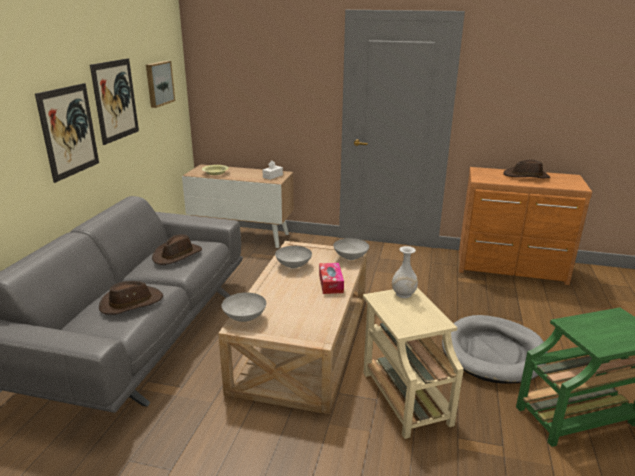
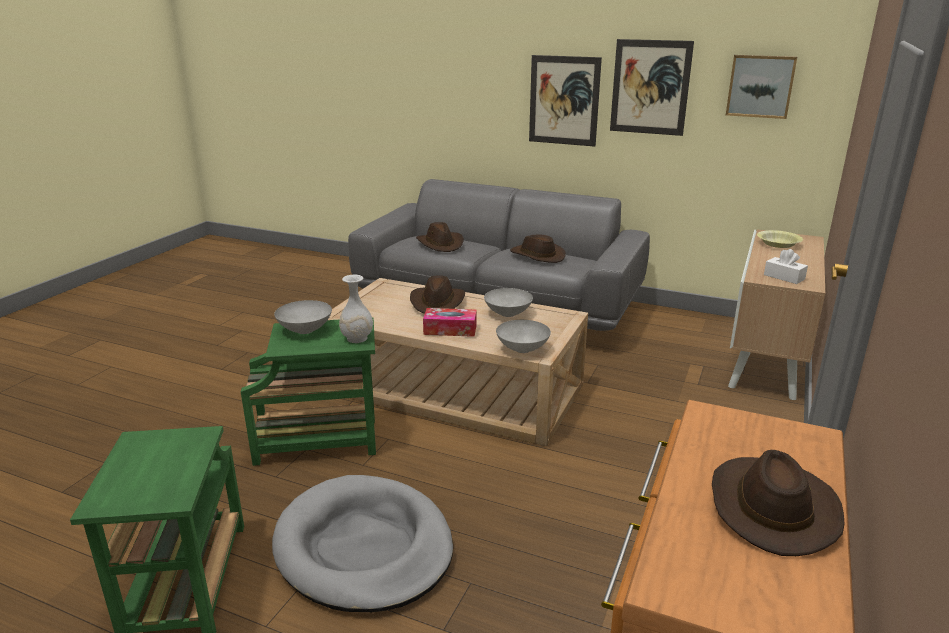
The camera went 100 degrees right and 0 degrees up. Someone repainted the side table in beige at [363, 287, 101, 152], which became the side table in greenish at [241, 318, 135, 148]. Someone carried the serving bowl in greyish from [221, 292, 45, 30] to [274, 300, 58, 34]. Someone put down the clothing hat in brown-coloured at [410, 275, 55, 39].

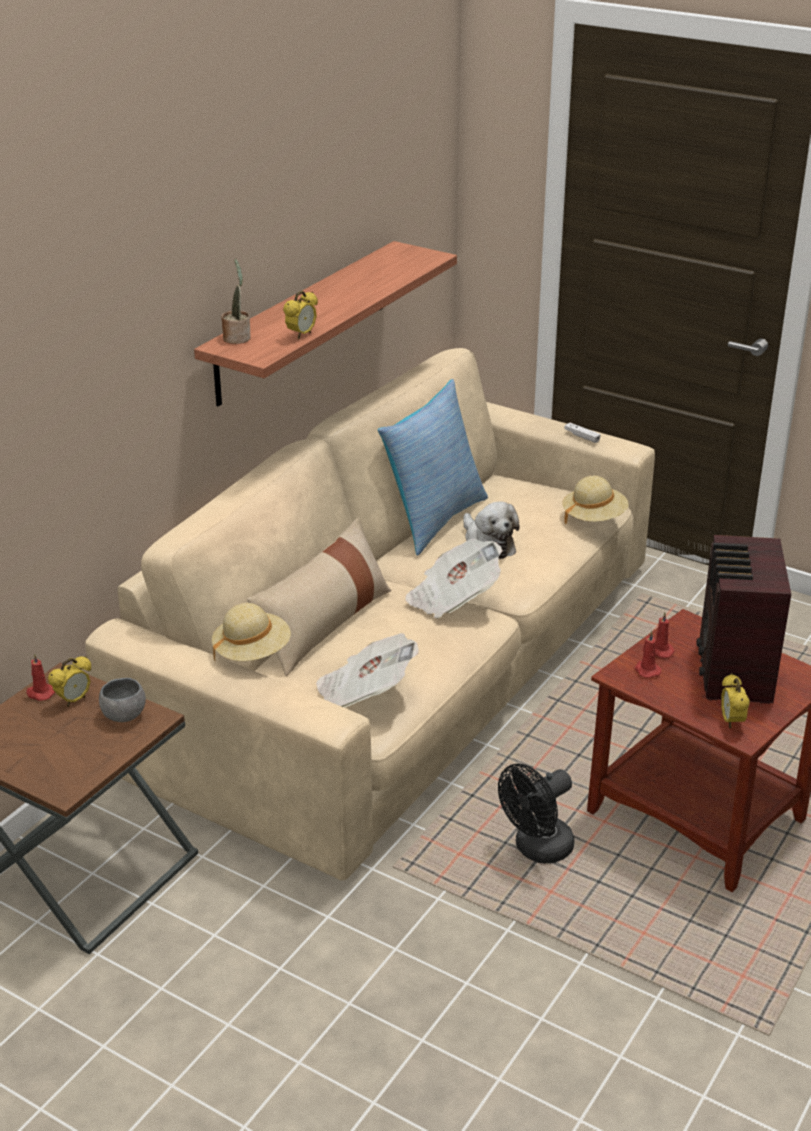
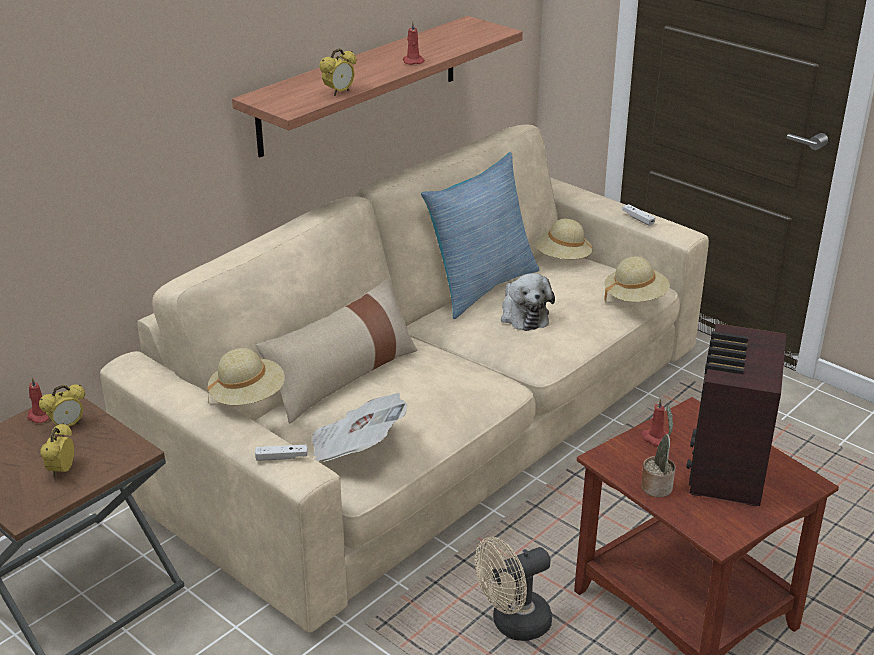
The camera went 10 degrees right and 0 degrees up. Someone carried the houseplant from [221, 259, 30, 85] to [641, 405, 35, 92]. Someone took away the printed paper at [405, 539, 98, 79]. Someone carried the candle in red-coloured from [634, 631, 27, 47] to [403, 21, 22, 44]. Someone carried the alarm clock from [721, 674, 29, 55] to [40, 423, 34, 55]. Someone took away the serving bowl in greyish at [99, 678, 47, 44]. Someone repainted the electric fan in black at [498, 763, 77, 100], which became the electric fan in beige at [475, 537, 77, 104]. Someone put down the clothing hat in beige at [534, 219, 59, 40]. Someone put down the gamepad in white at [255, 445, 53, 16].

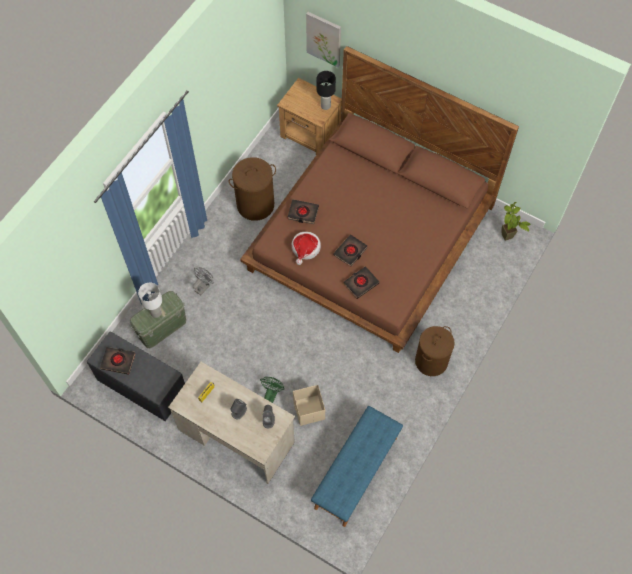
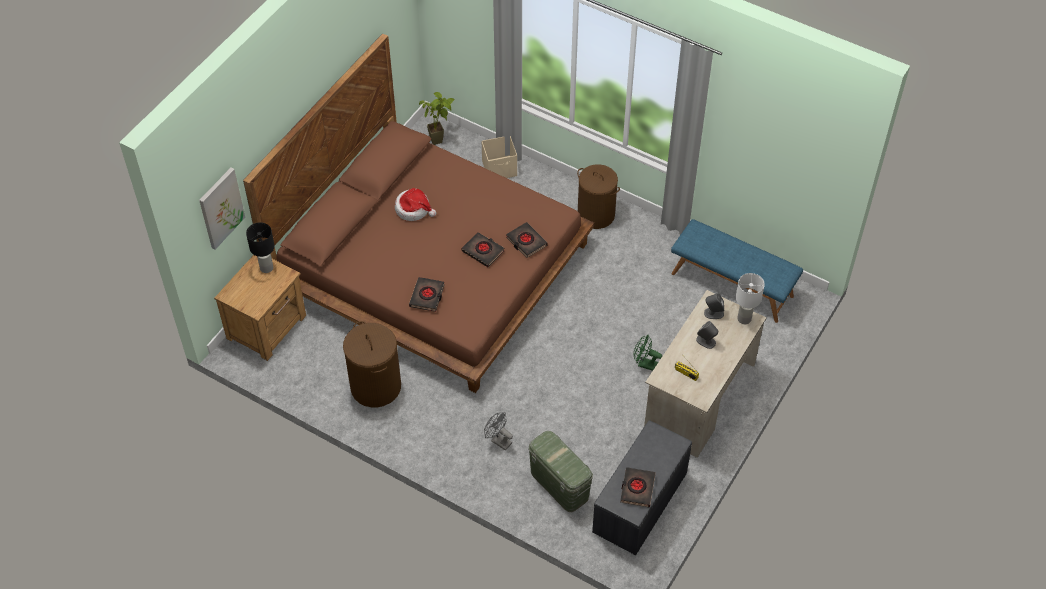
The camera went 90 degrees left and 10 degrees down. Someone carried the clothing hat from [291, 232, 30, 33] to [395, 188, 41, 33]. Someone carried the tabletop lamp in white from [138, 283, 24, 35] to [736, 273, 29, 51]. Someone carried the storage box in beige from [293, 385, 32, 41] to [482, 136, 35, 42].

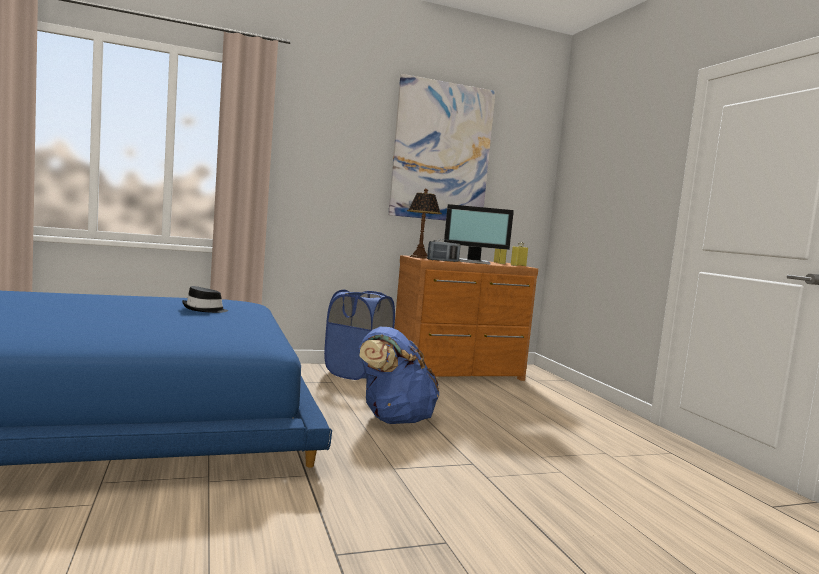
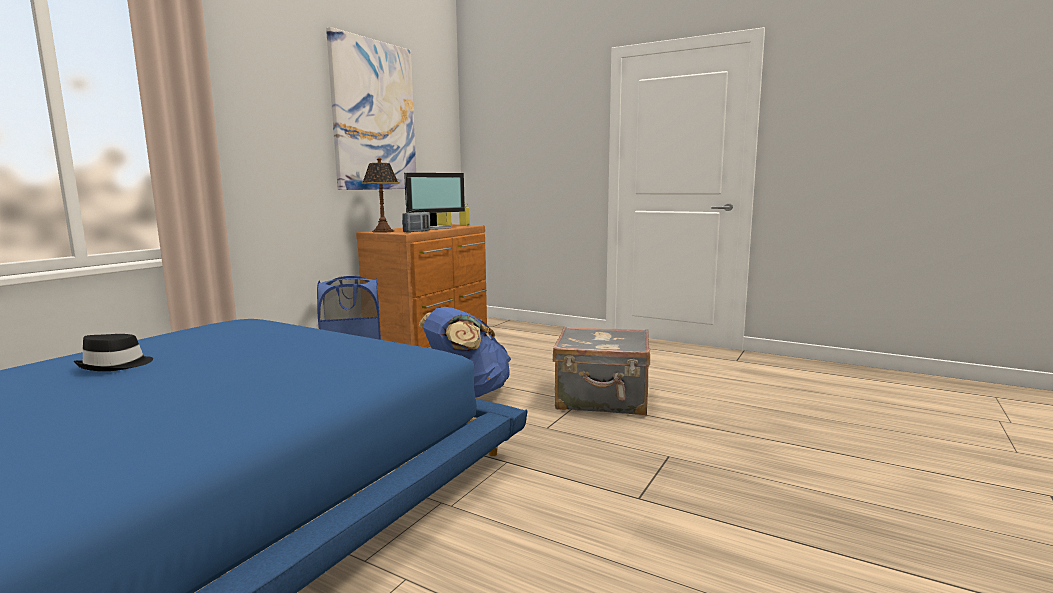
The camera went 40 degrees left and 5 degrees up. Someone carried the clothing hat in black from [182, 286, 46, 27] to [74, 334, 79, 37]. Someone put down the piece of luggage in greyish at [553, 326, 97, 89].

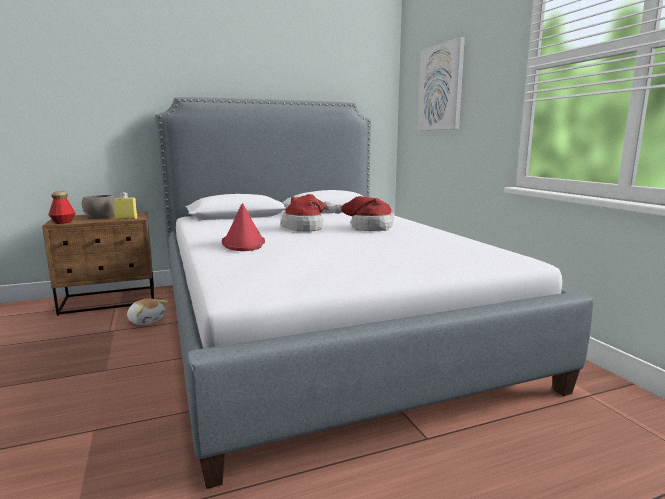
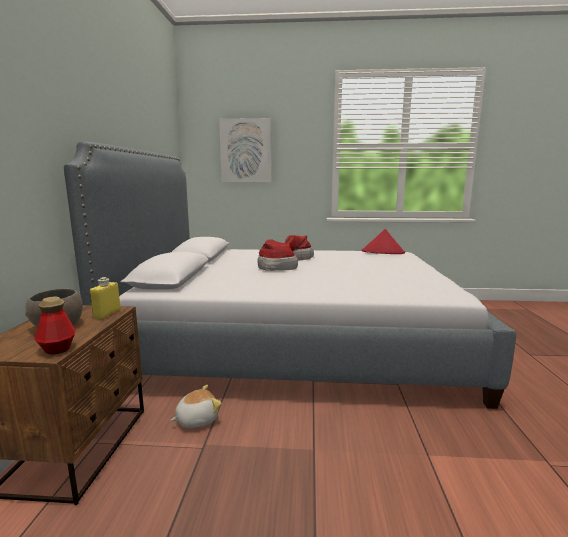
The camera went 65 degrees left and 0 degrees up. Someone carried the clothing hat in red-coloured from [222, 203, 43, 48] to [361, 229, 44, 25].

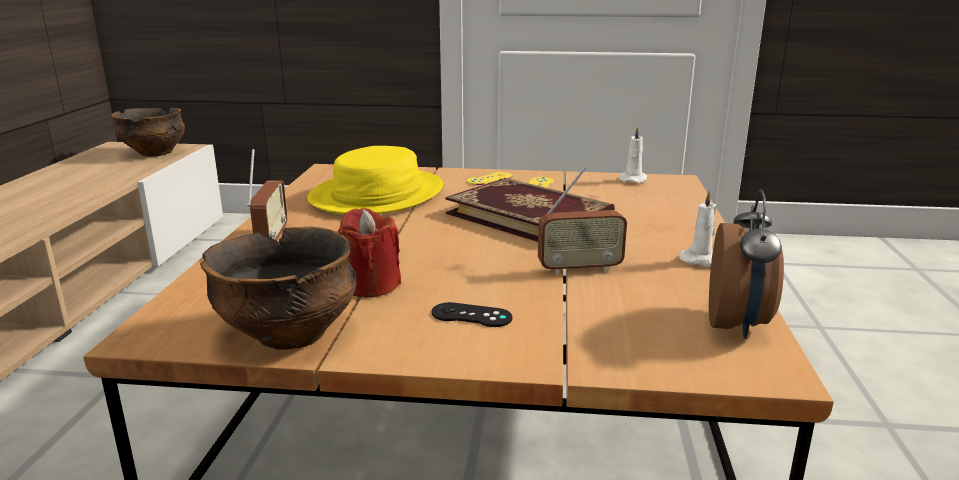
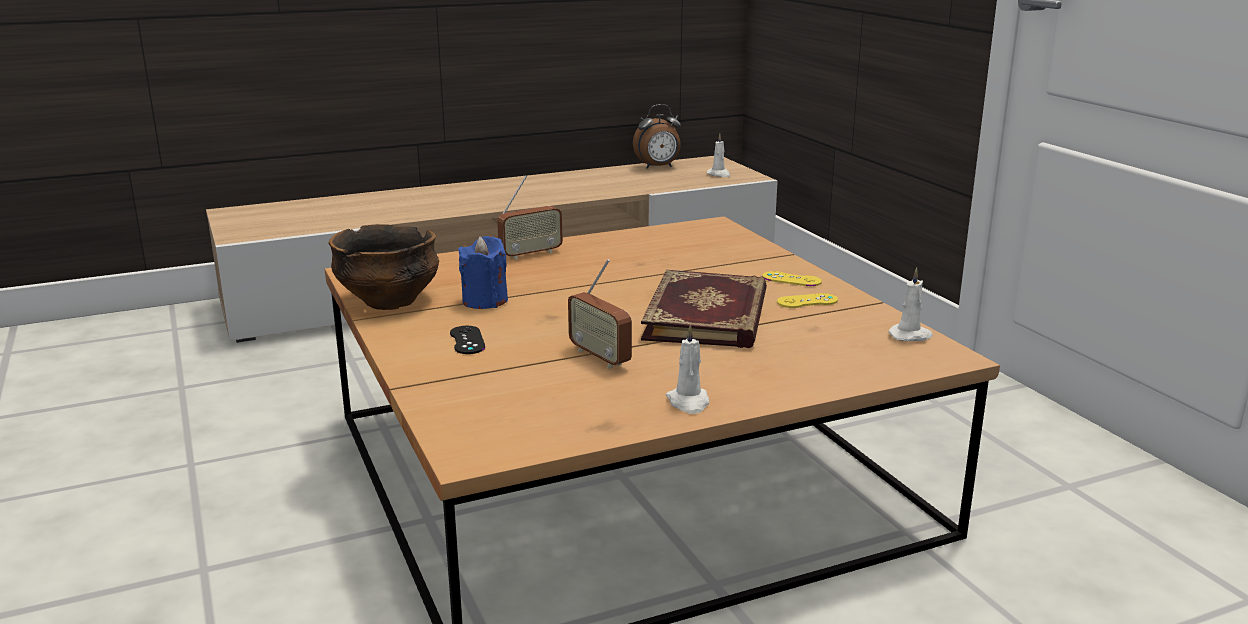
The camera went 60 degrees right and 0 degrees up. Someone swapped the serving bowl at [111, 108, 74, 49] for the candle in white at [707, 134, 23, 43]. Someone took away the clothing hat in yellow-coloured at [307, 146, 136, 68]. Someone carried the alarm clock from [709, 189, 75, 150] to [633, 104, 48, 65]. Someone repainted the candle in red-coloured at [337, 208, 64, 89], which became the candle in blue at [458, 236, 50, 73].

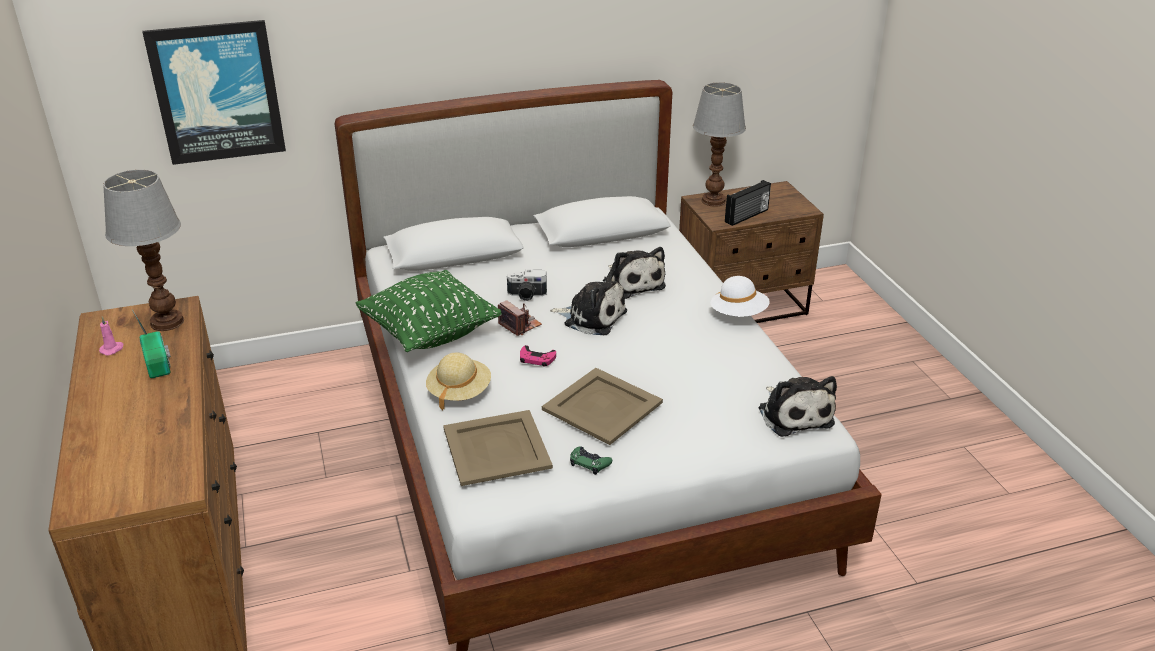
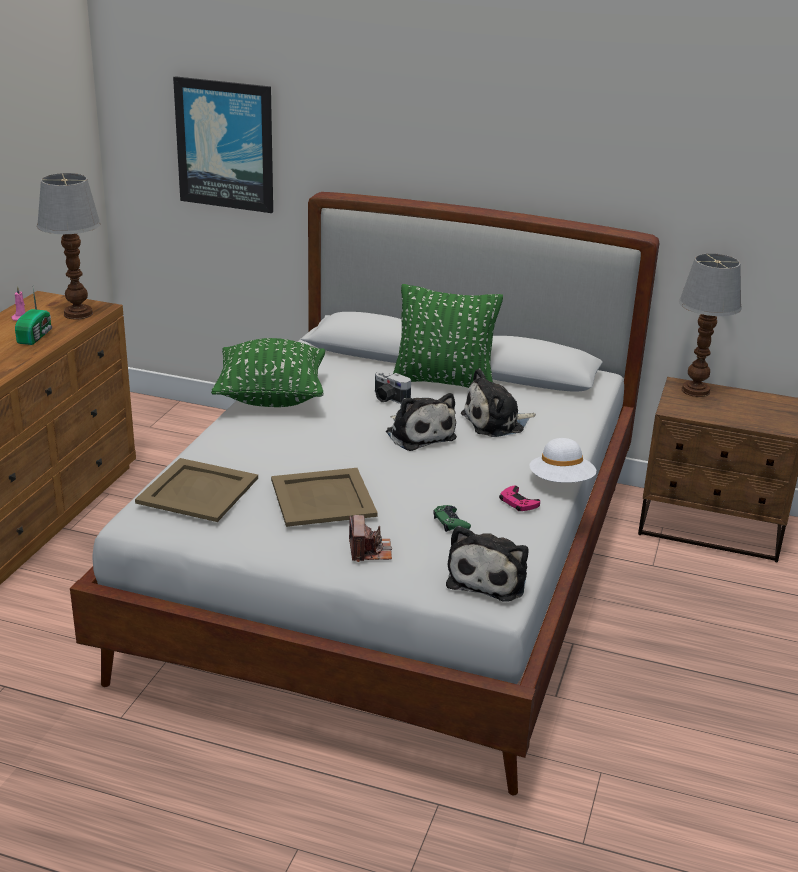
The camera went 35 degrees right and 5 degrees down. Someone took away the radio receiver at [725, 180, 46, 46]. Someone rotated the plush toy at [603, 247, 63, 52] by 60 degrees clockwise. Someone carried the still camera from [498, 300, 44, 36] to [349, 515, 43, 47]. Someone carried the gamepad in pink from [520, 345, 36, 22] to [499, 486, 41, 25]. Someone took away the clothing hat in beige at [426, 353, 65, 57]. Someone carried the gamepad in greenish from [570, 446, 42, 29] to [433, 505, 38, 27]. Someone put down the throw pillow in greenish at [393, 284, 110, 104].

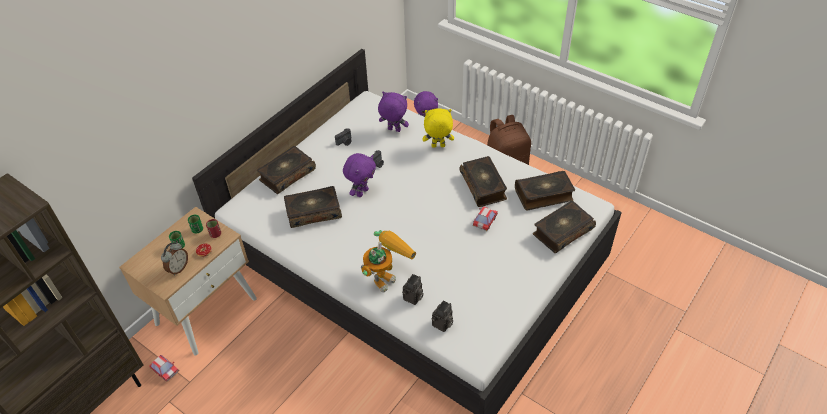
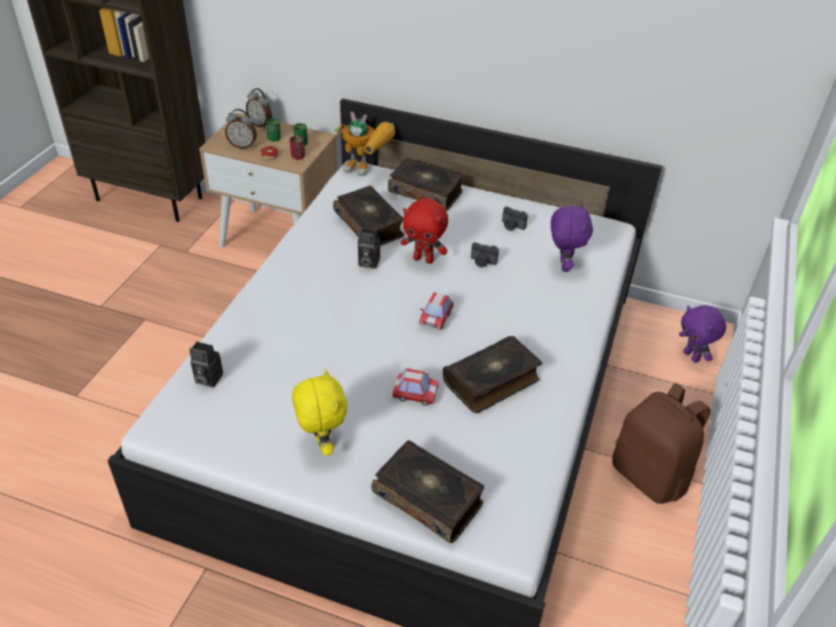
The camera went 70 degrees right and 5 degrees down. Someone carried the plush toy in yellow-coloured from [423, 108, 31, 40] to [292, 369, 55, 87]. Someone repainted the plush toy in purplish at [343, 153, 33, 44], which became the plush toy in red-coloured at [401, 198, 47, 66]. Someone took away the bound book at [515, 171, 60, 39]. Someone carried the robot figure from [361, 230, 55, 62] to [334, 112, 61, 64]. Someone carried the still camera from [402, 274, 21, 31] to [358, 228, 22, 41]. Someone carried the toy car from [149, 355, 30, 27] to [419, 292, 35, 38]. Someone put down the alarm clock at [246, 88, 26, 41].

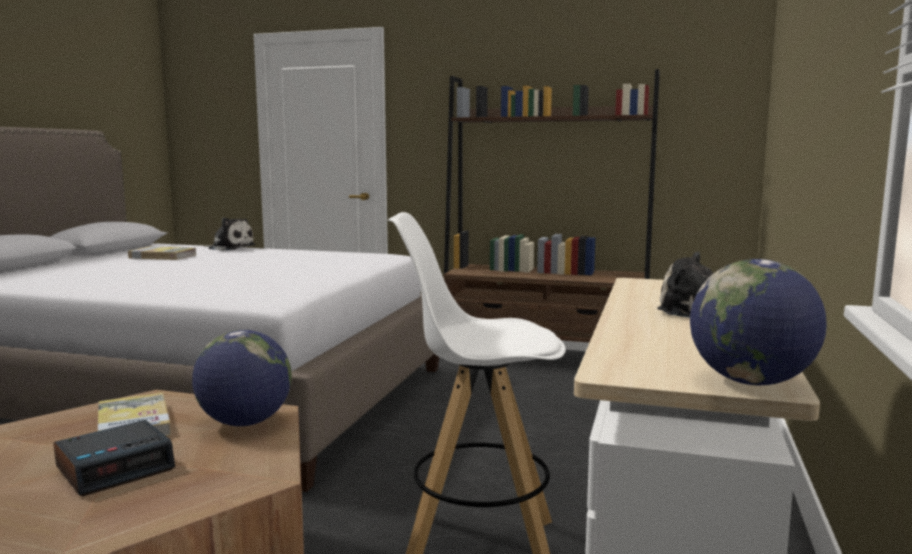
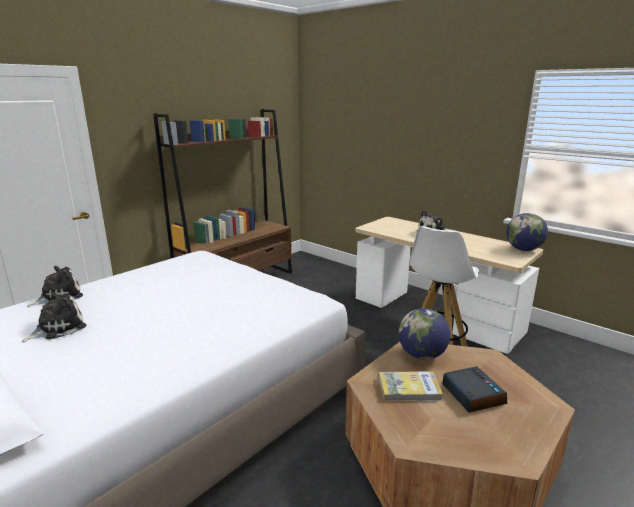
The camera went 65 degrees left and 10 degrees up. Someone swapped the bound book at [128, 246, 68, 14] for the plush toy at [22, 292, 64, 50].

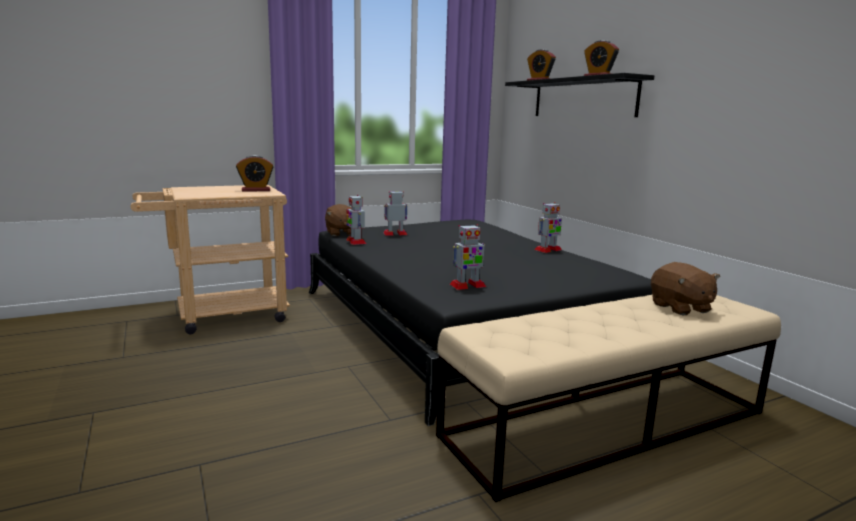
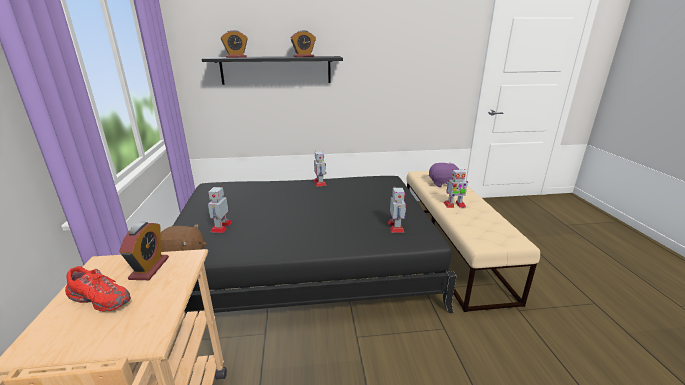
The camera went 70 degrees left and 10 degrees up. Someone carried the robot figure from [346, 195, 20, 50] to [444, 169, 24, 39]. Someone repainted the plush toy in brown-coloured at [651, 262, 69, 53], which became the plush toy in purplish at [429, 163, 30, 24]. Someone put down the item of footwear in red-coloured at [65, 266, 66, 46].

